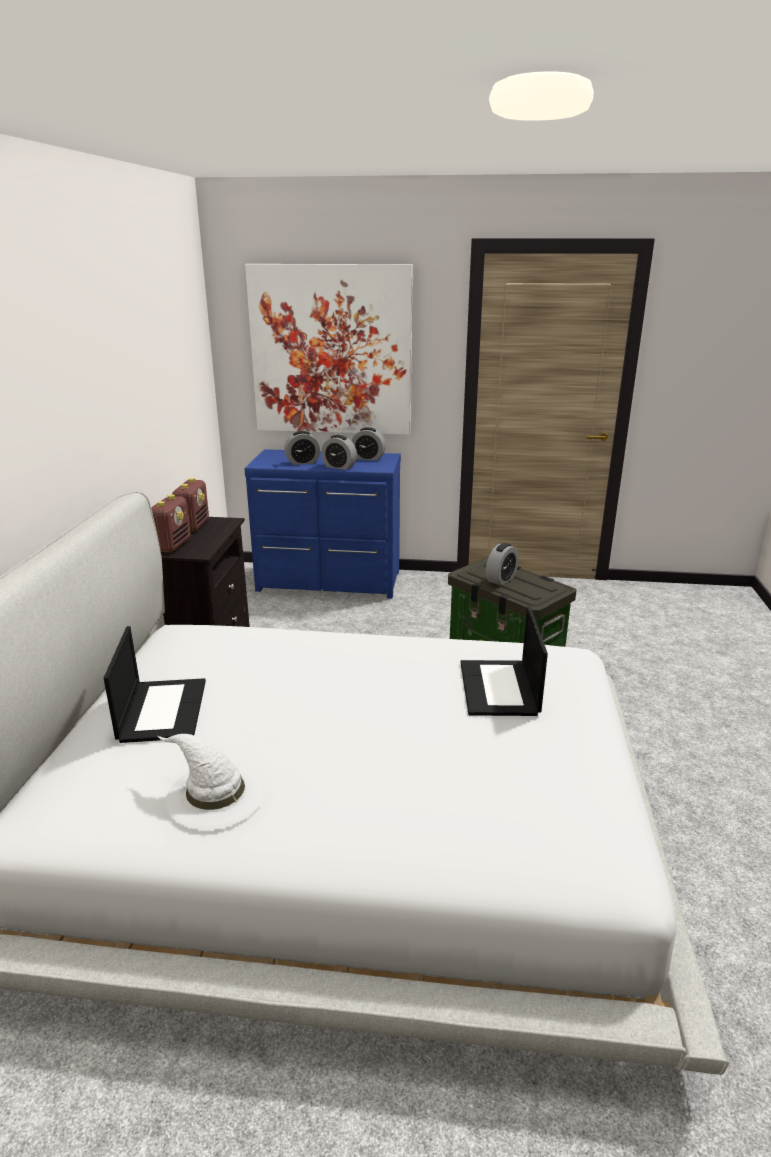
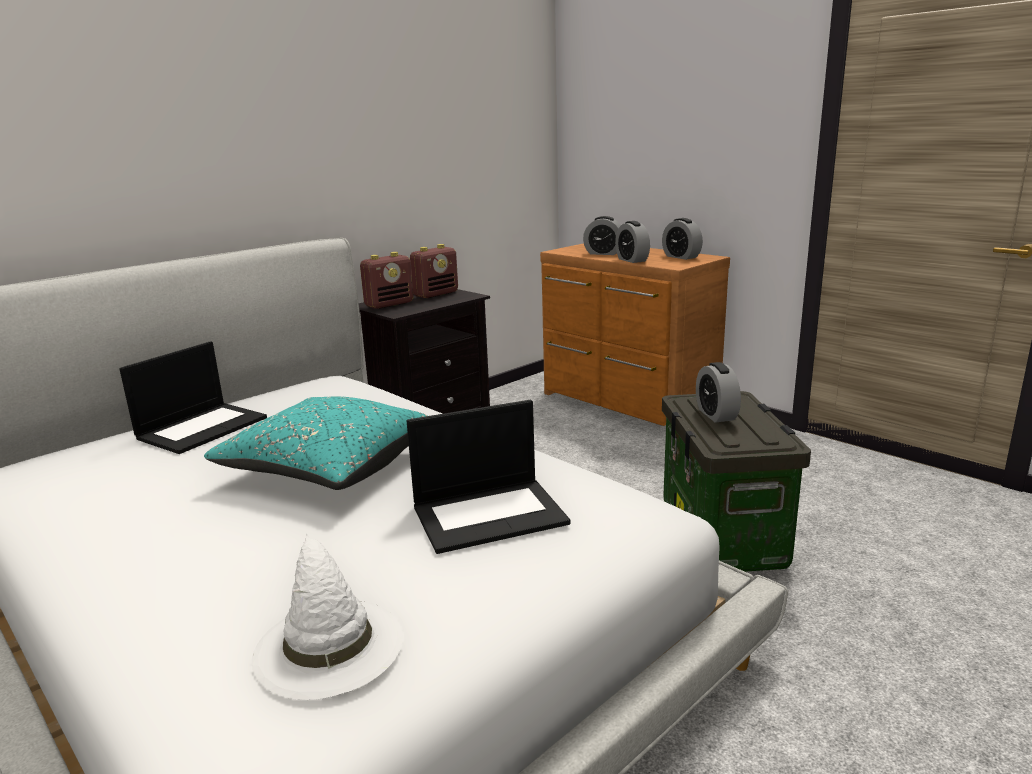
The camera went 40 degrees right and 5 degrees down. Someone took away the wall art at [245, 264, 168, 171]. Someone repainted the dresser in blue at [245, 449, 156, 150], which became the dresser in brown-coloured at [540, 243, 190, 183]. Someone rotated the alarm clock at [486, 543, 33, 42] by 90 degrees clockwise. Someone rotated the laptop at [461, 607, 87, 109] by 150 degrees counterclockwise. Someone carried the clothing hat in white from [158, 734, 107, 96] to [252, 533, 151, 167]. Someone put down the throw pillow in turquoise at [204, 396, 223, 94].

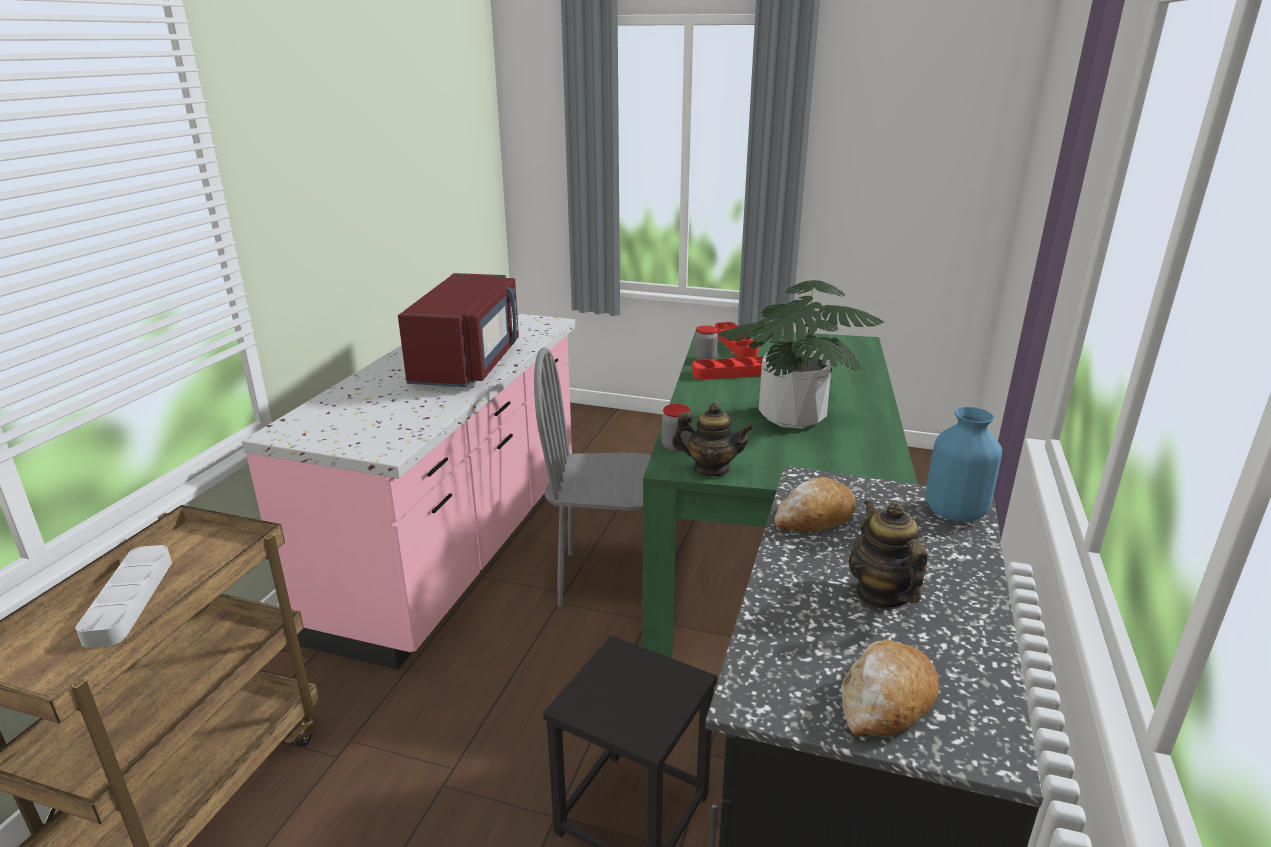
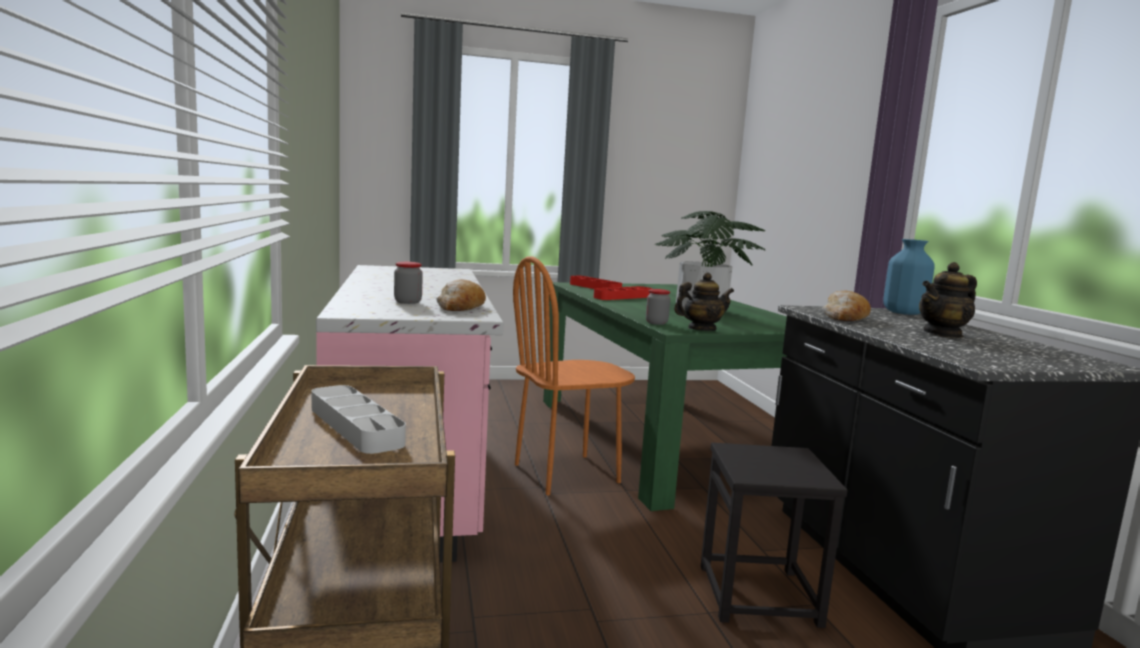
The camera went 30 degrees left and 15 degrees down. Someone took away the microwave in red-coloured at [398, 273, 121, 114]. Someone carried the preserve jar from [695, 325, 23, 35] to [394, 262, 29, 42]. Someone repainted the upright chair in greyish at [534, 348, 117, 259], which became the upright chair in orange at [513, 256, 122, 240]. Someone rotated the teapot at [848, 500, 80, 109] by 75 degrees counterclockwise. Someone carried the bakery bread from [841, 639, 98, 98] to [436, 279, 50, 32].

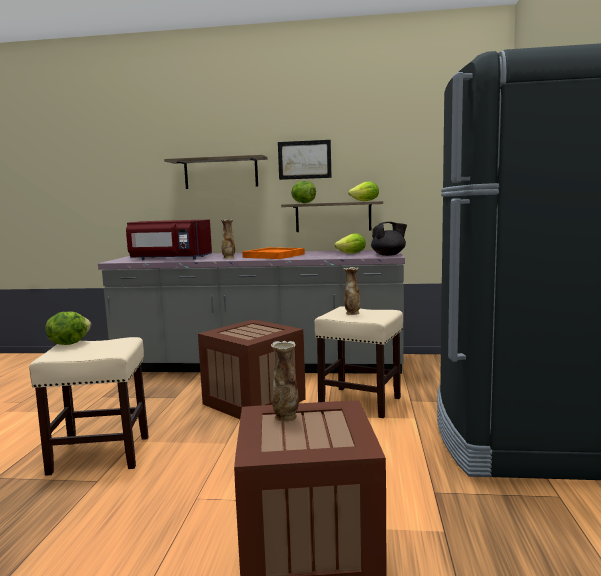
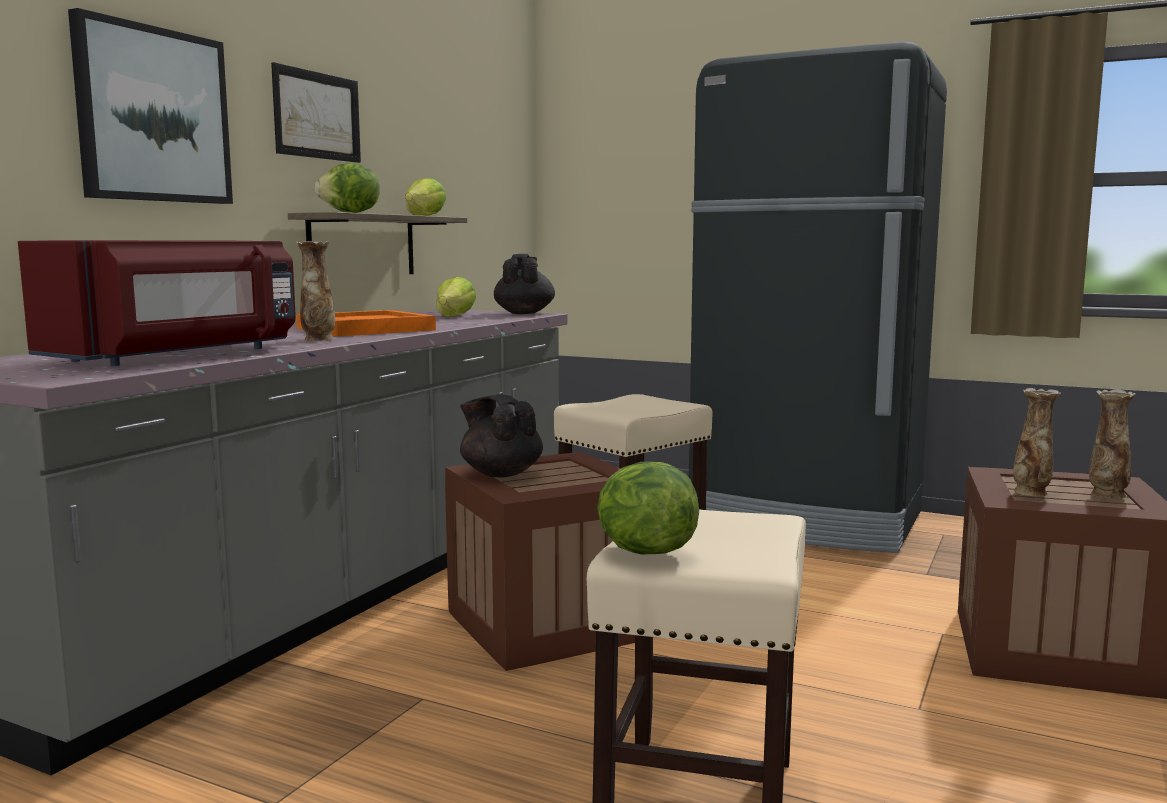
The camera went 70 degrees left and 0 degrees up. Someone swapped the bracket shelf at [164, 155, 104, 34] for the wall art at [68, 8, 165, 196]. Someone carried the flower vase from [343, 267, 17, 48] to [1089, 389, 46, 110]. Someone put down the teapot in black at [460, 394, 83, 83].

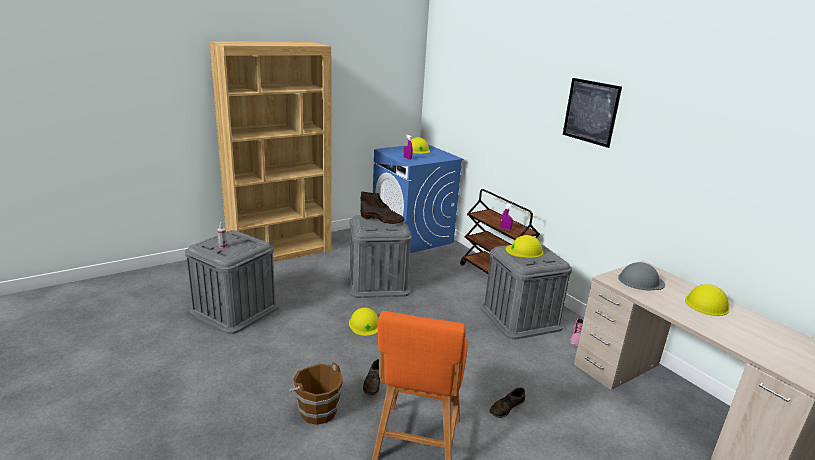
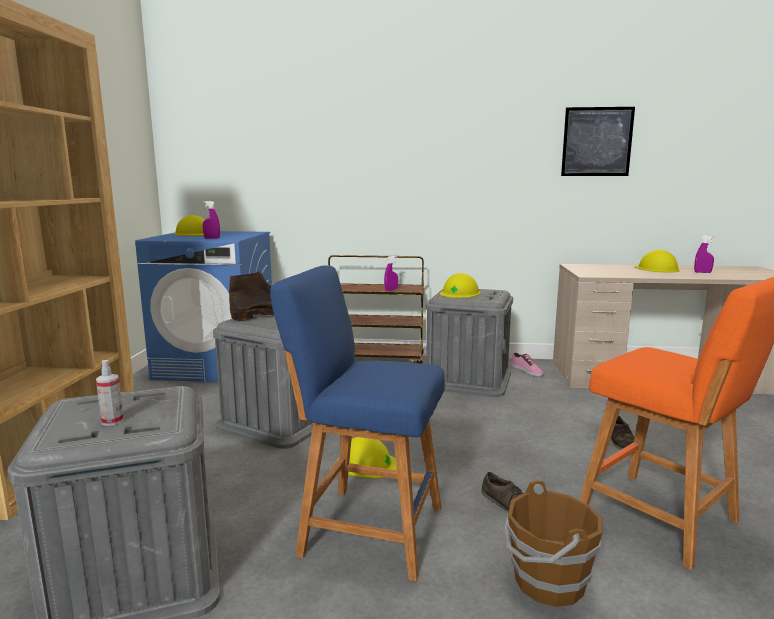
The camera went 50 degrees left and 10 degrees down. Someone carried the wall art from [563, 78, 59, 70] to [561, 107, 74, 69]. Someone took away the work helmet in greyish at [618, 262, 47, 28]. Someone put down the sprayer in purplish at [694, 235, 21, 38]. Someone put down the stool in blue at [270, 266, 175, 315].

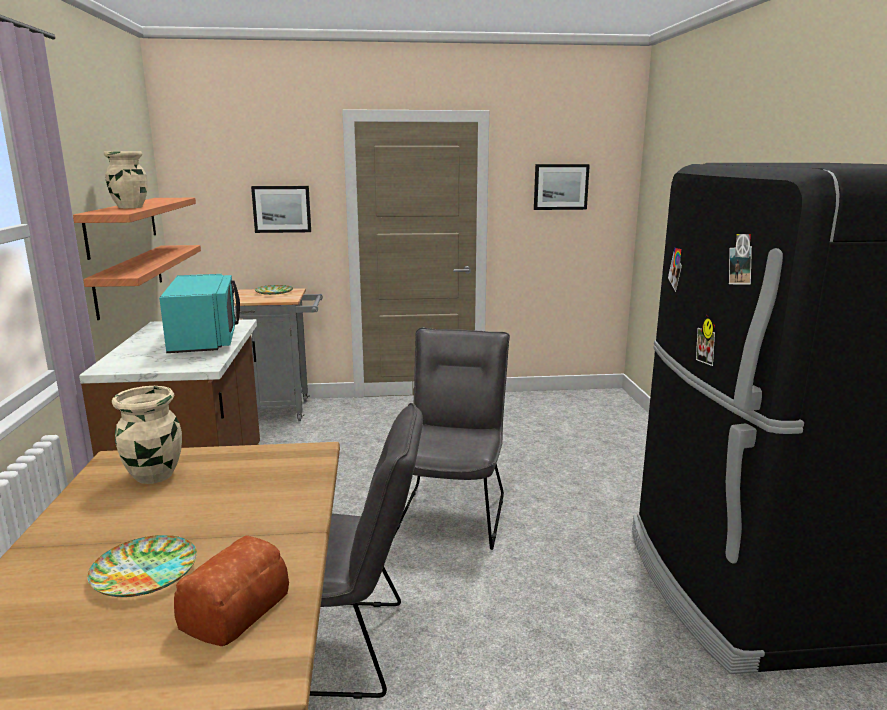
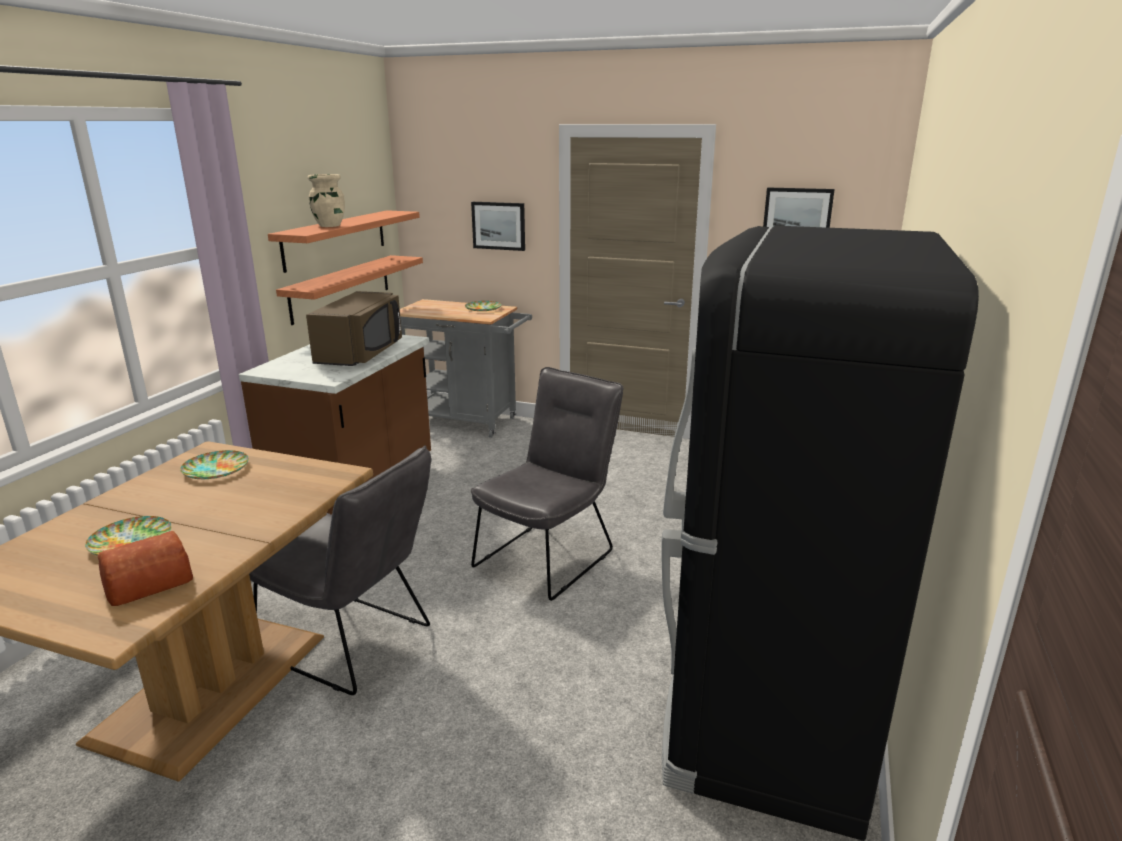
The camera went 25 degrees right and 5 degrees up. Someone repainted the microwave in turquoise at [159, 274, 81, 79], which became the microwave in brown-coloured at [306, 291, 96, 75]. Someone swapped the flower vase in beige at [112, 386, 70, 98] for the flat dish at [180, 450, 69, 29].

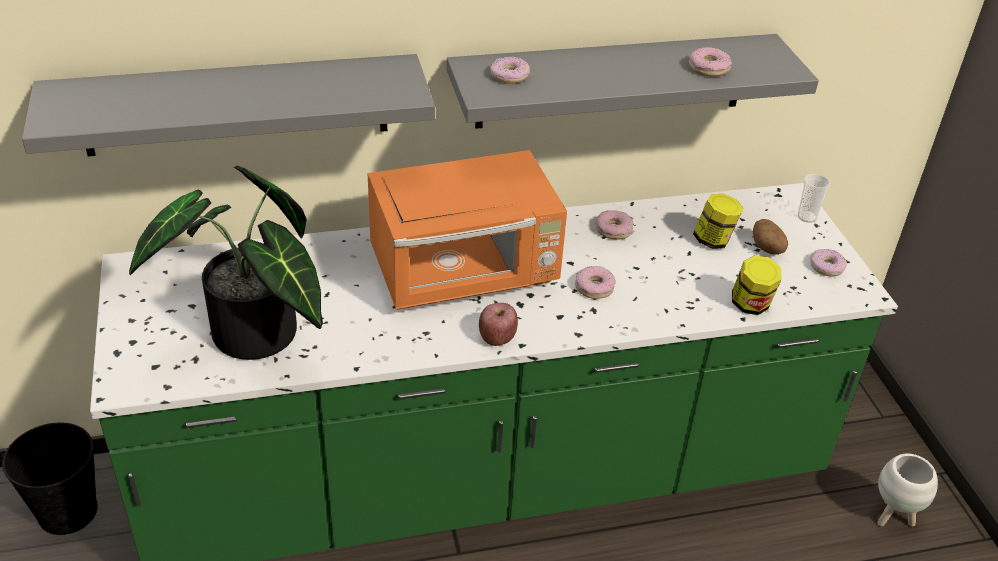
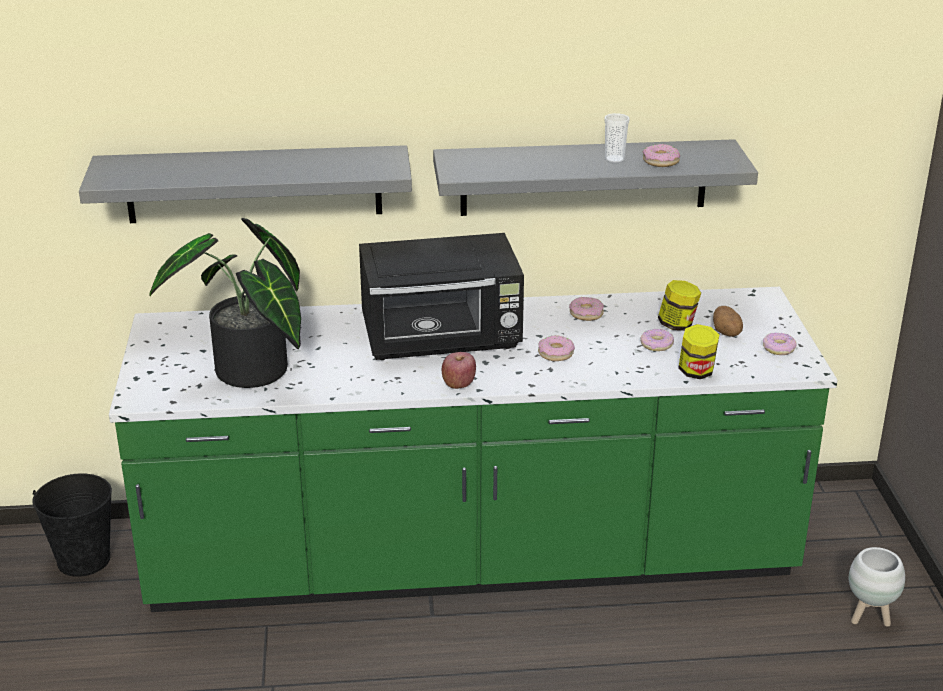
The camera went 10 degrees right and 10 degrees down. Someone carried the doughnut from [490, 56, 40, 28] to [641, 329, 33, 22]. Someone repainted the microwave in orange at [367, 150, 200, 160], which became the microwave in black at [359, 233, 165, 127]. Someone carried the cup from [798, 174, 32, 49] to [604, 113, 26, 50].

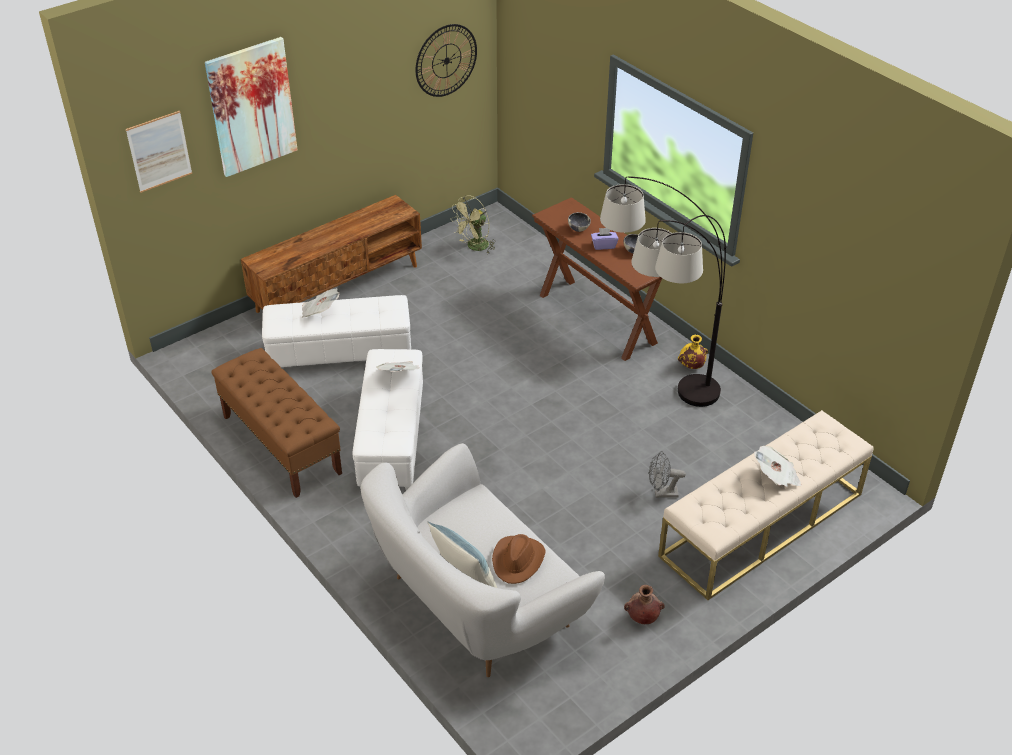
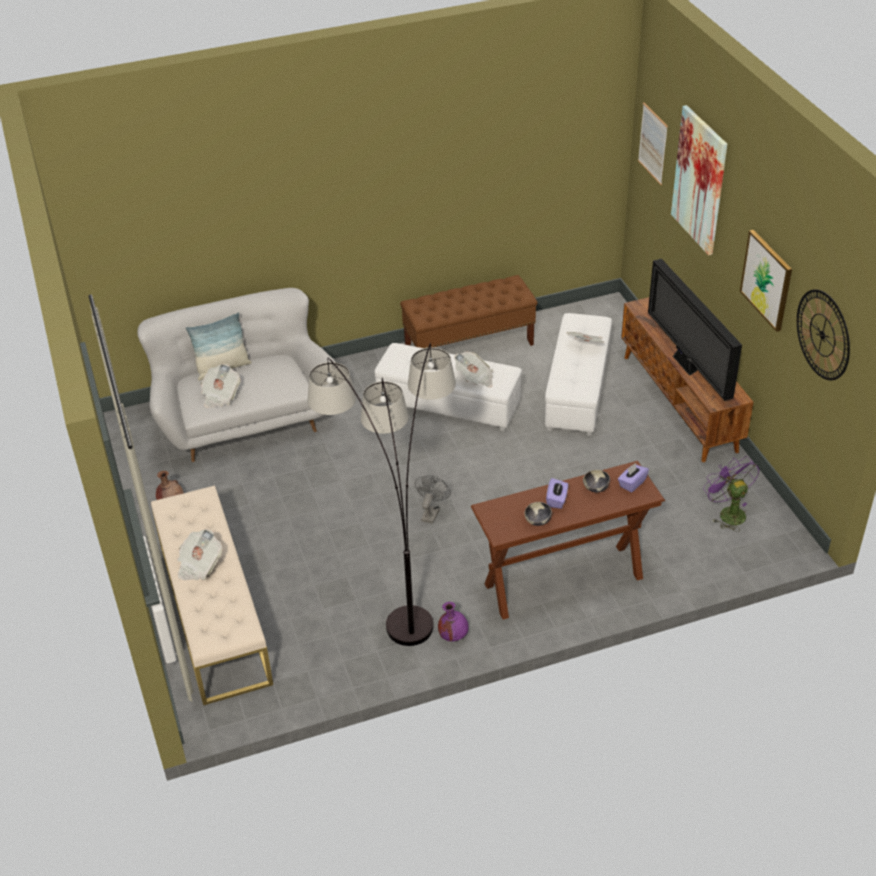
The camera went 110 degrees right and 0 degrees up. Someone repainted the electric fan in greenish at [450, 195, 46, 58], which became the electric fan in purplish at [703, 456, 57, 76]. Someone repainted the flower vase in yellow-coloured at [678, 335, 30, 34], which became the flower vase in purplish at [438, 602, 31, 39]. Someone carried the electric fan in greyish from [649, 451, 37, 47] to [415, 475, 36, 49]. Someone swapped the clothing hat in brown-coloured at [492, 534, 53, 50] for the printed paper at [201, 364, 39, 44]. Someone put up the wall art at [740, 230, 52, 102]. Someone put down the TV set at [648, 259, 94, 142]. Someone put down the box of tissues in purplish at [618, 463, 31, 30].

